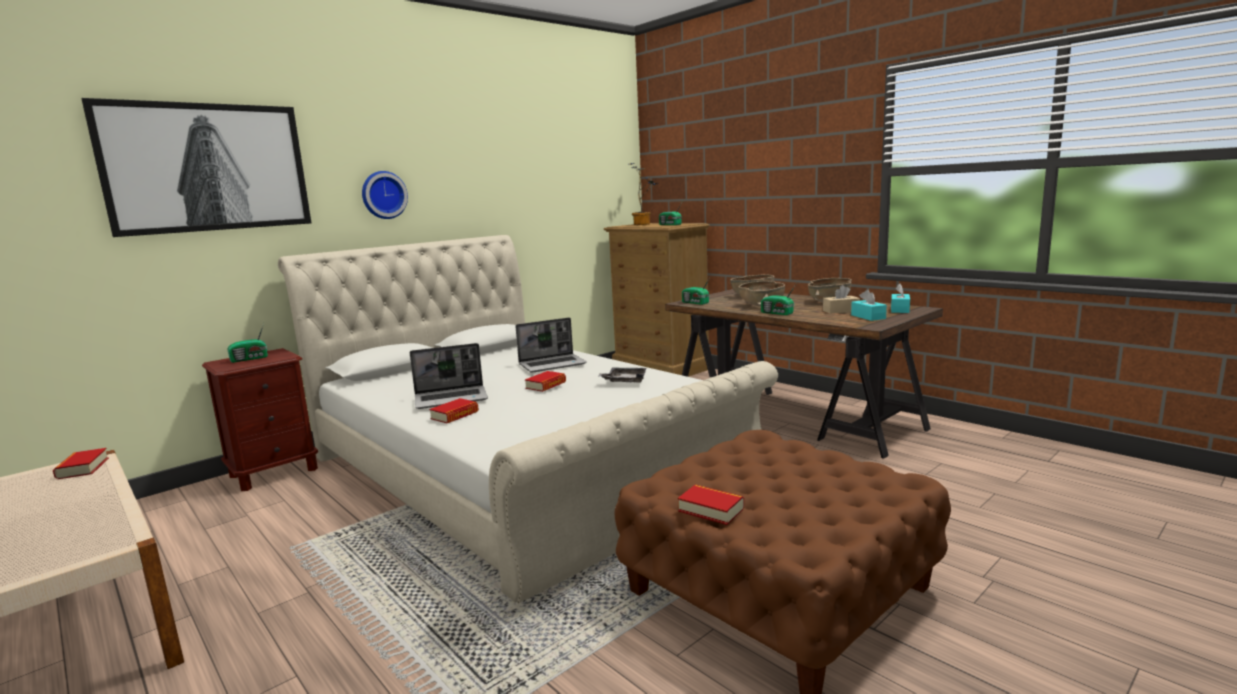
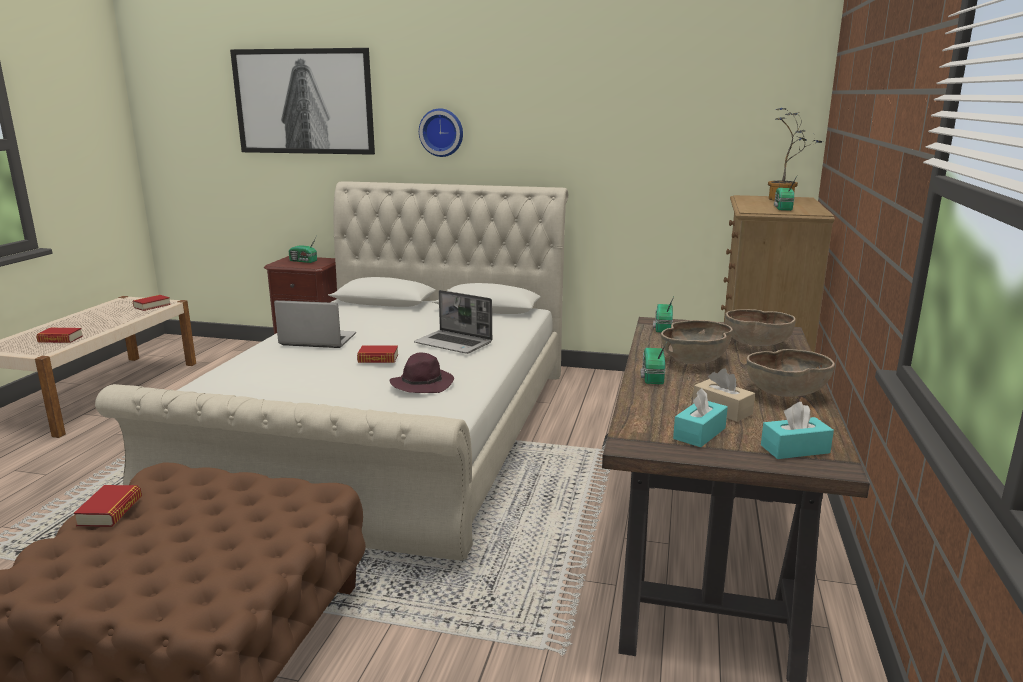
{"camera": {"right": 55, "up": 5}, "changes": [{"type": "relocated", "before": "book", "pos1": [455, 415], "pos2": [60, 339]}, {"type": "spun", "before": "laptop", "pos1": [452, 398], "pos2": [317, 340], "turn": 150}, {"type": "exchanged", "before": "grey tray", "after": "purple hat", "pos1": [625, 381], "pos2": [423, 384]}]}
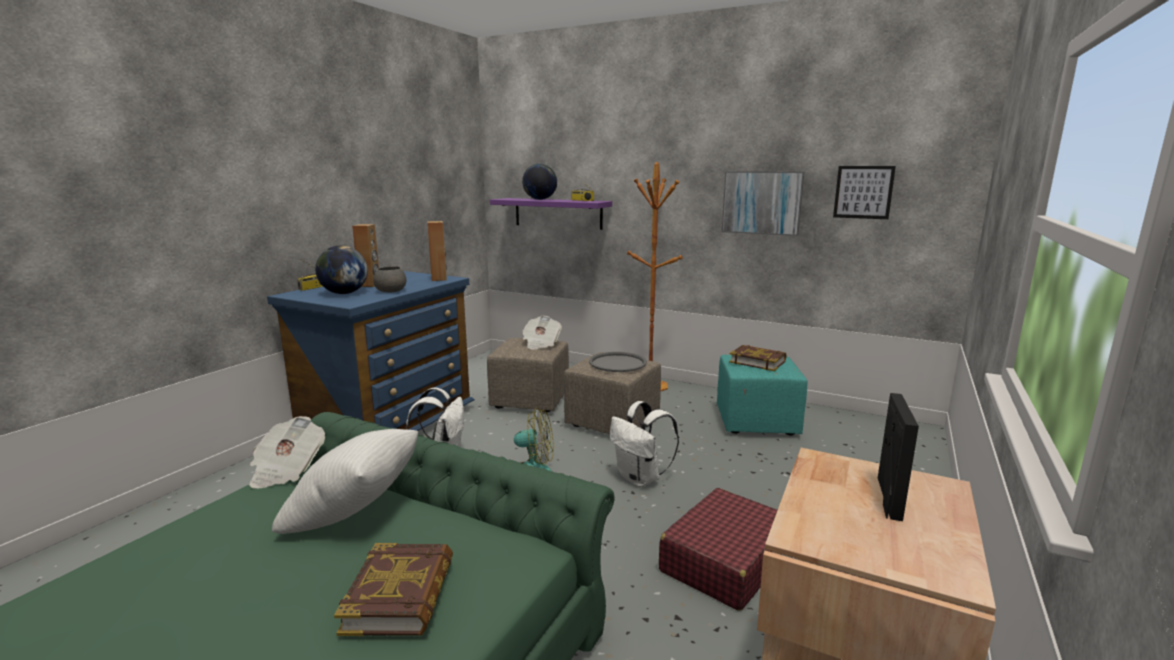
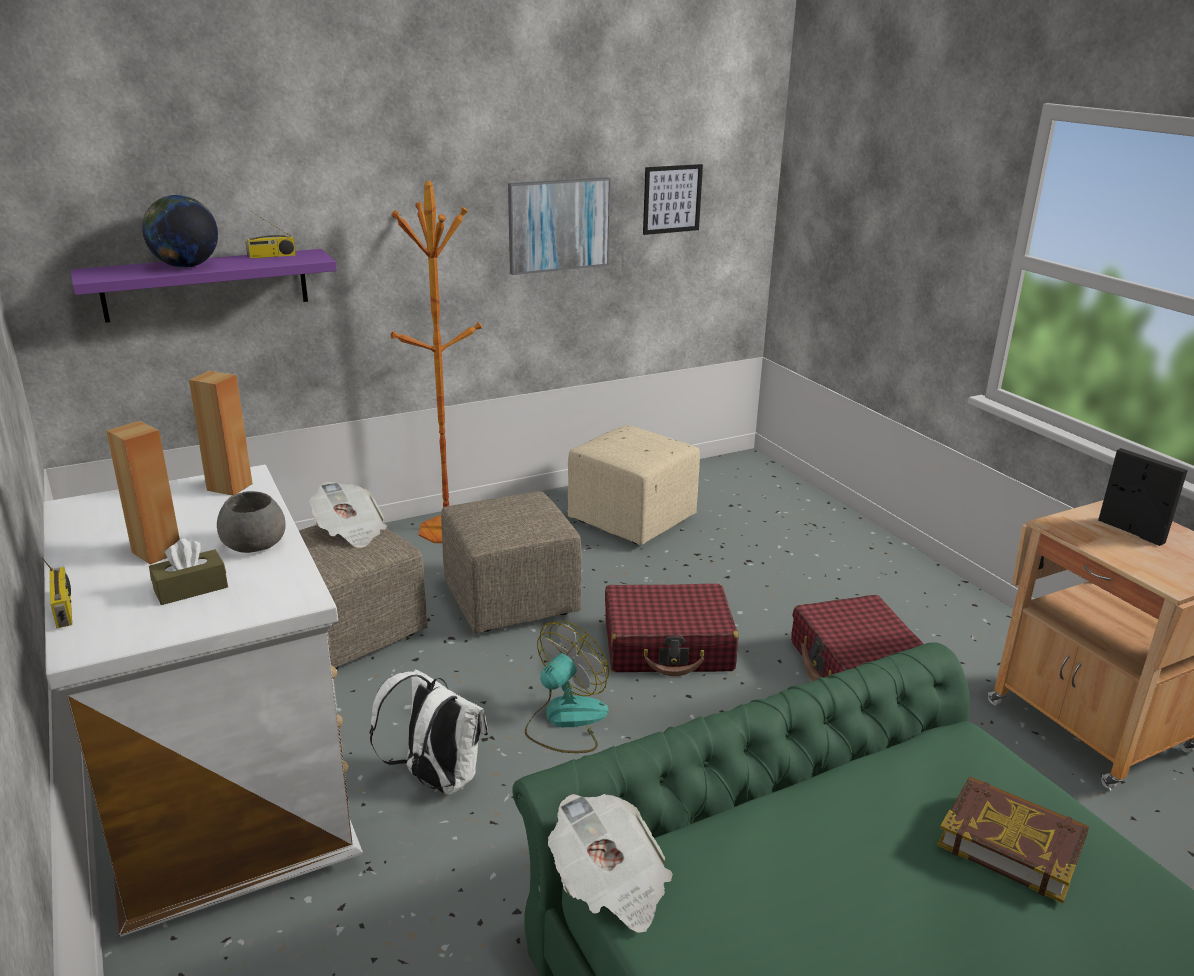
{"camera": {"right": -55, "up": 10}, "changes": [{"type": "colour", "before": "blue dresser", "after": "white dresser", "pos1": [389, 423], "pos2": [223, 798]}, {"type": "exchanged", "before": "globe", "after": "brown tissue box", "pos1": [344, 293], "pos2": [191, 588]}, {"type": "colour", "before": "turquoise ottoman", "after": "beige ottoman", "pos1": [757, 422], "pos2": [633, 520]}, {"type": "exchanged", "before": "white backpack", "after": "red suitcase", "pos1": [640, 478], "pos2": [668, 646]}, {"type": "missing", "before": "white pillow", "pos1": [356, 513]}, {"type": "missing", "before": "grey tray", "pos1": [617, 363]}, {"type": "missing", "before": "book", "pos1": [757, 361]}]}
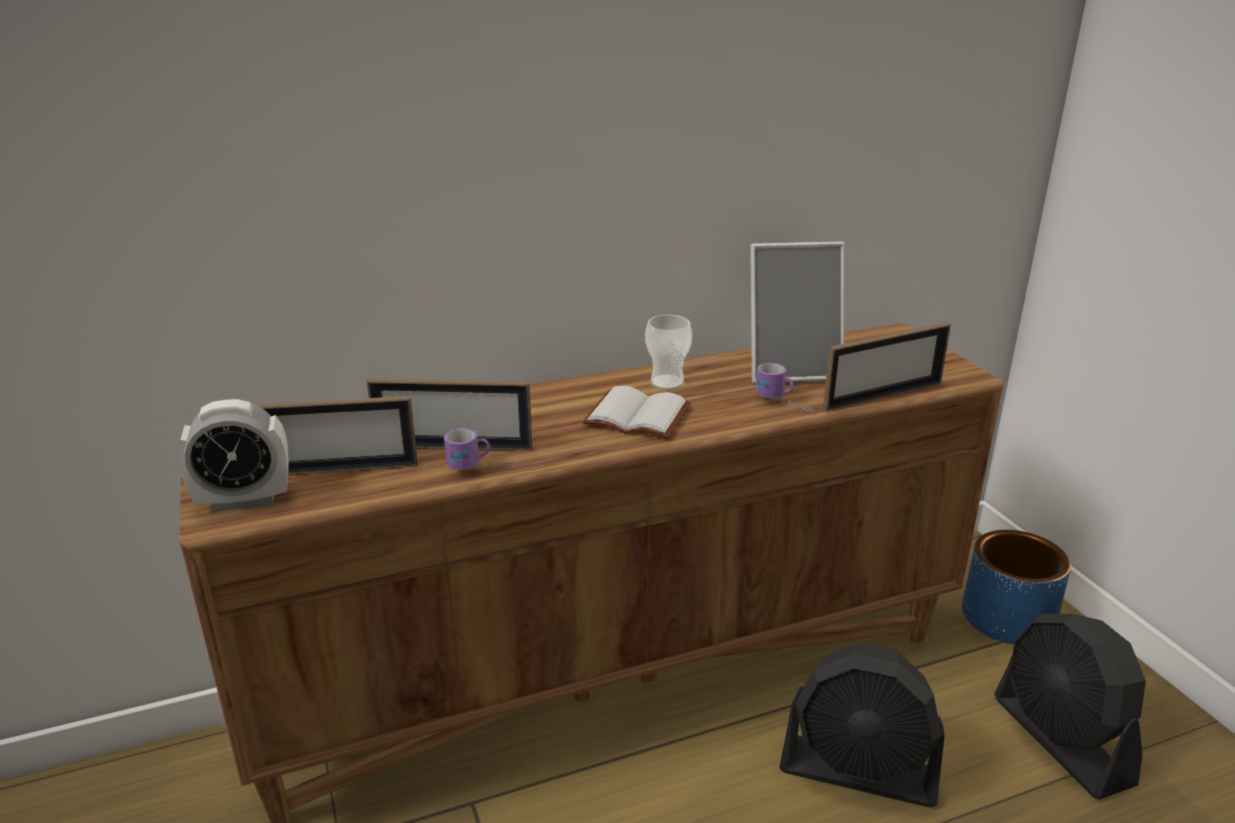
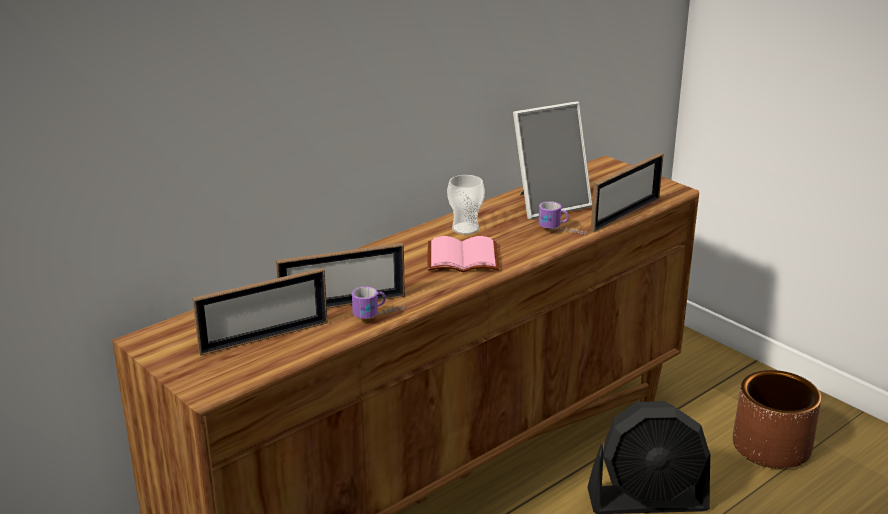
{"camera": {"right": -20, "up": 0}, "changes": [{"type": "colour", "before": "white book", "after": "pink book", "pos1": [639, 415], "pos2": [464, 257]}, {"type": "exchanged", "before": "black fan", "after": "brown planter", "pos1": [1061, 741], "pos2": [772, 447]}, {"type": "missing", "before": "alarm clock", "pos1": [244, 500]}, {"type": "missing", "before": "blue planter", "pos1": [1008, 619]}]}
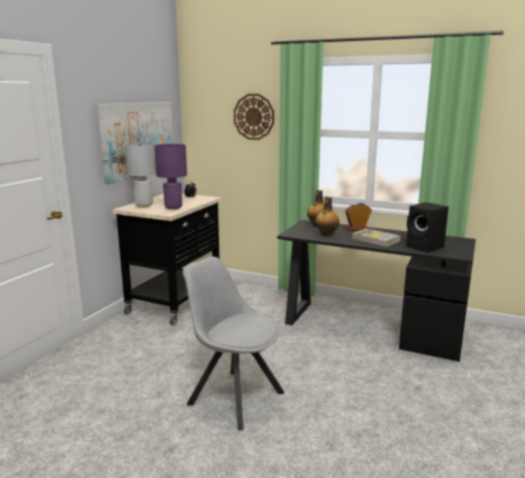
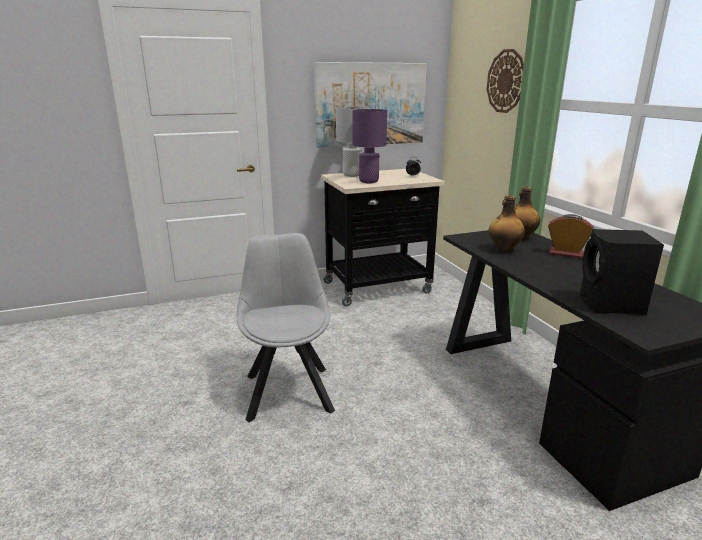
{"camera": {"right": 45, "up": 5}, "changes": [{"type": "missing", "before": "book", "pos1": [375, 239]}]}
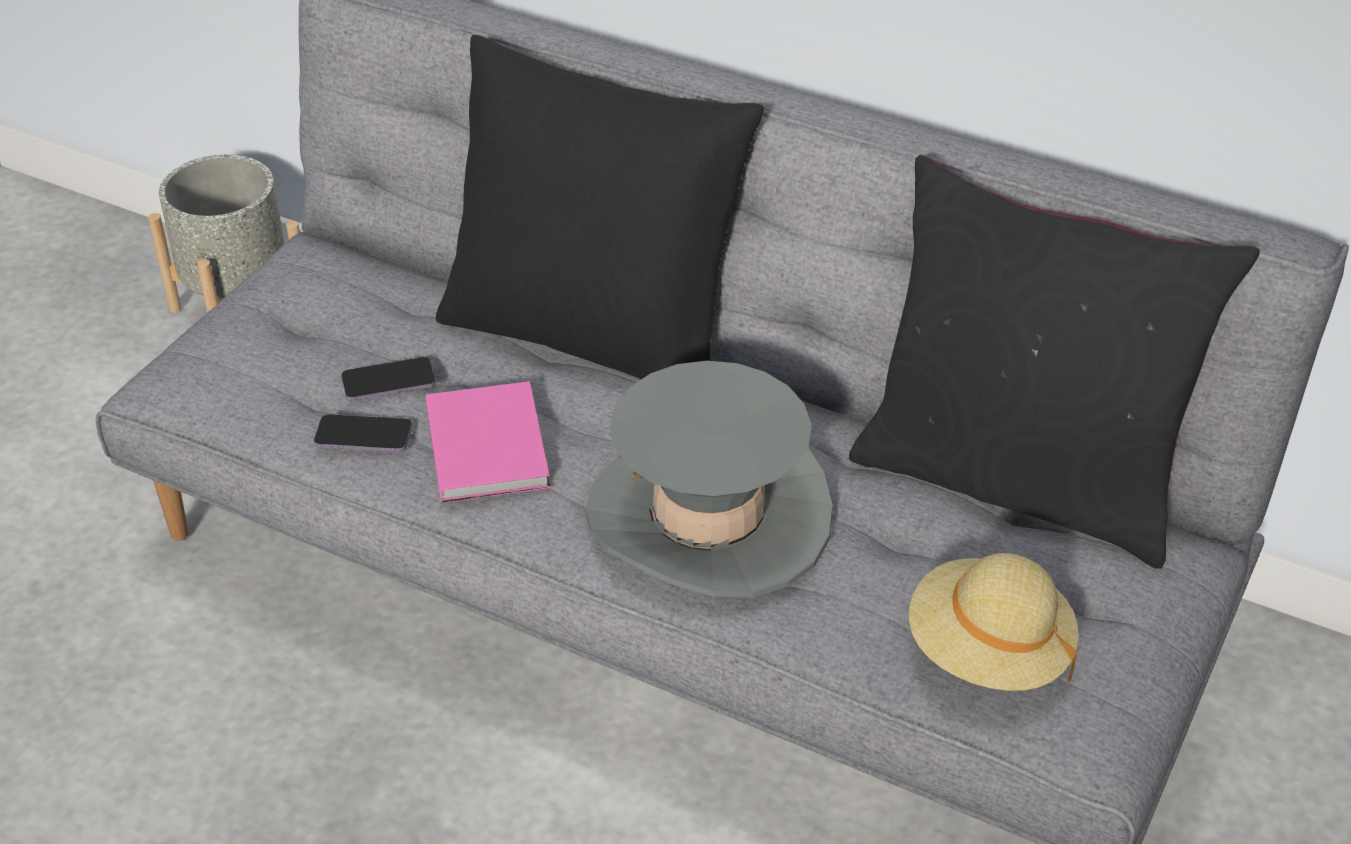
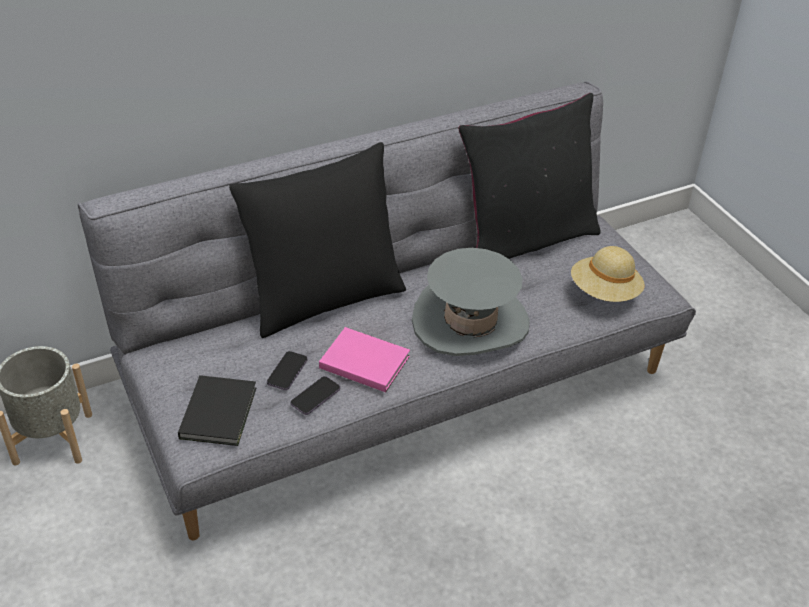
{"camera": {"right": -55, "up": 0}, "changes": [{"type": "appeared", "after": "black book", "pos2": [220, 411]}]}
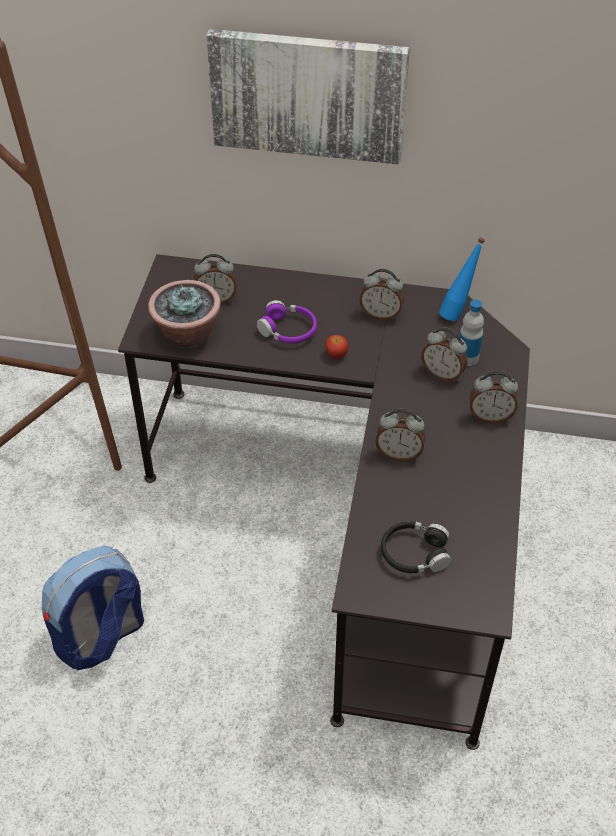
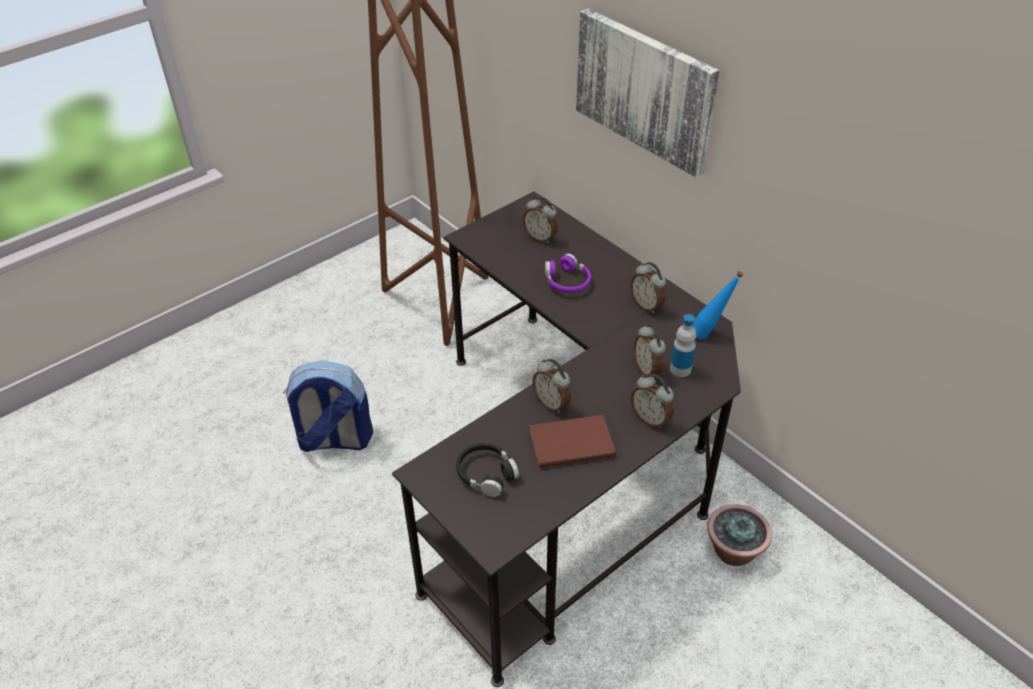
{"camera": {"right": 40, "up": -5}, "changes": [{"type": "appeared", "after": "brown book", "pos2": [570, 442]}, {"type": "relocated", "before": "potted plant", "pos1": [187, 335], "pos2": [733, 551]}, {"type": "missing", "before": "apple", "pos1": [336, 355]}]}
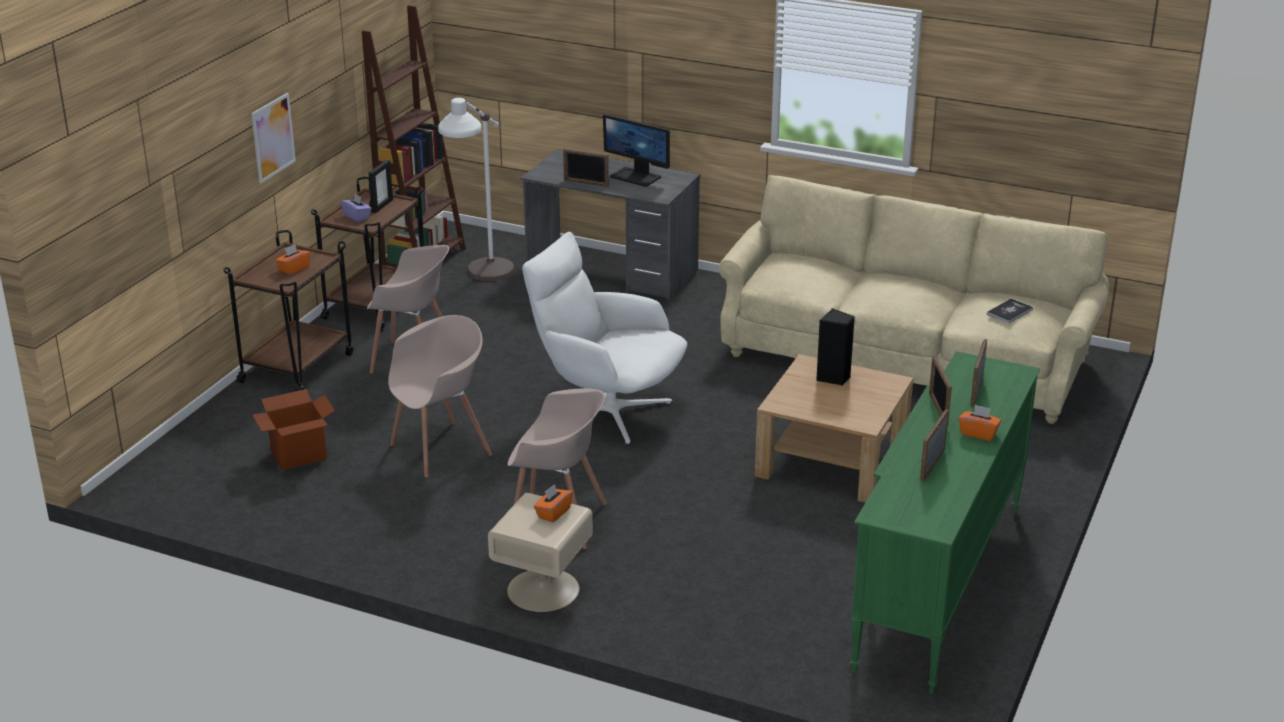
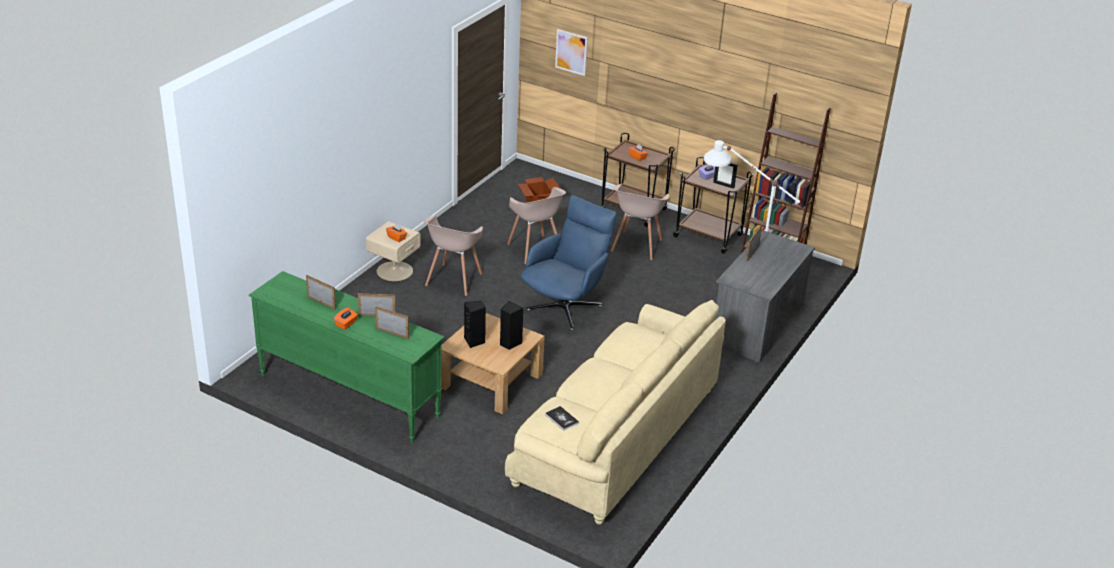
{"camera": {"right": 95, "up": 5}, "changes": [{"type": "appeared", "after": "black speaker", "pos2": [475, 341]}, {"type": "colour", "before": "white armchair", "after": "blue armchair", "pos1": [607, 410], "pos2": [566, 306]}, {"type": "relocated", "before": "picture", "pos1": [273, 137], "pos2": [571, 52]}, {"type": "missing", "before": "monitor", "pos1": [636, 177]}]}
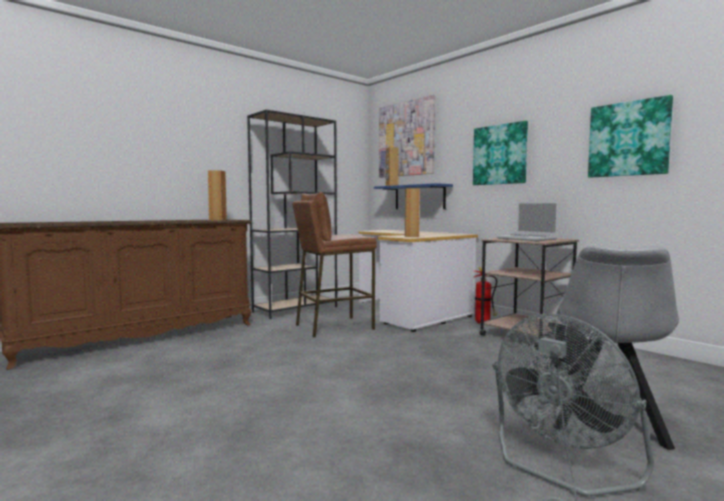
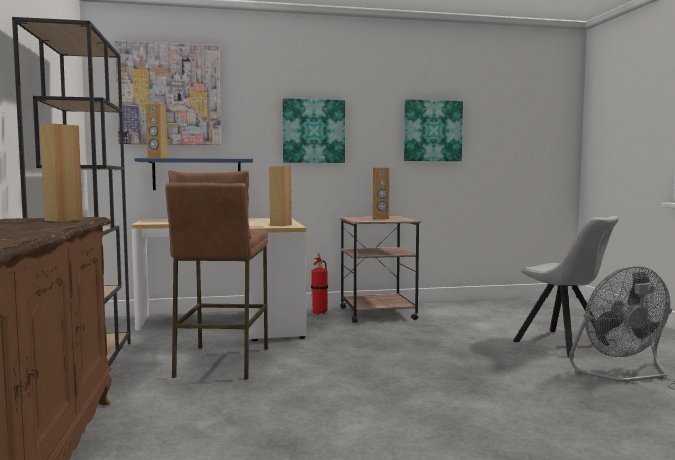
{"camera": {"right": -60, "up": 0}, "changes": [{"type": "exchanged", "before": "laptop", "after": "brown speaker", "pos1": [527, 239], "pos2": [380, 219]}]}
